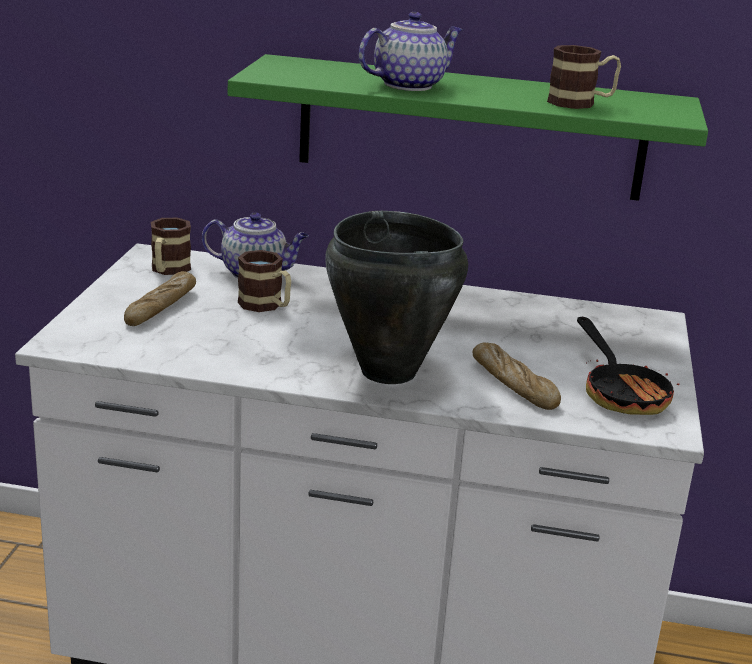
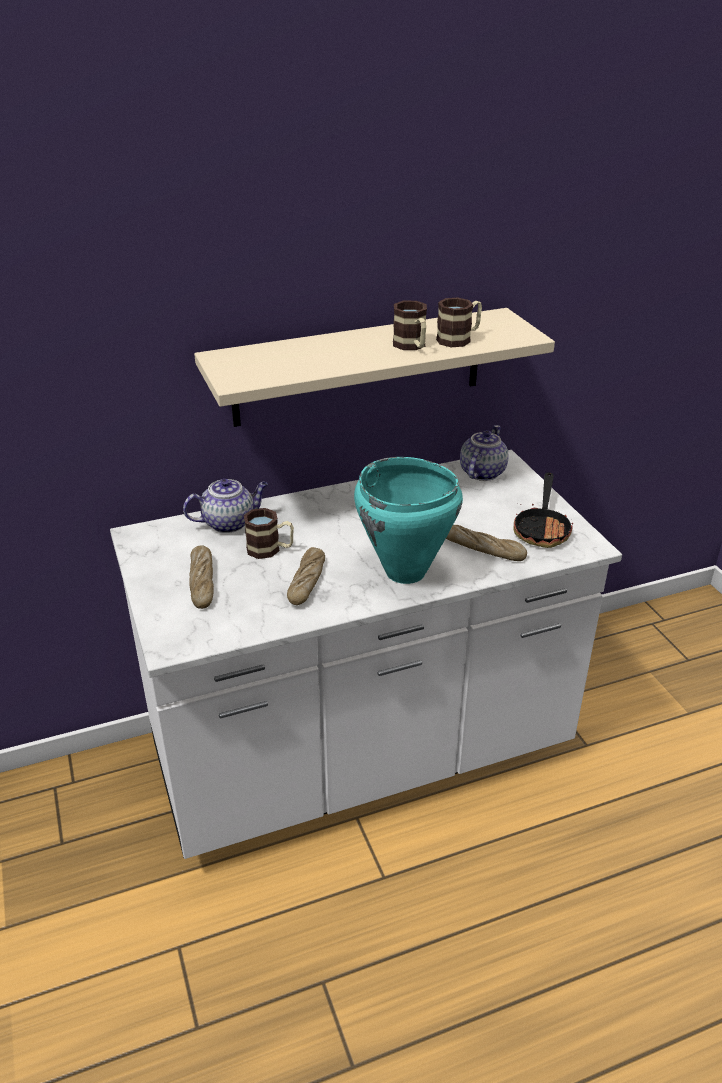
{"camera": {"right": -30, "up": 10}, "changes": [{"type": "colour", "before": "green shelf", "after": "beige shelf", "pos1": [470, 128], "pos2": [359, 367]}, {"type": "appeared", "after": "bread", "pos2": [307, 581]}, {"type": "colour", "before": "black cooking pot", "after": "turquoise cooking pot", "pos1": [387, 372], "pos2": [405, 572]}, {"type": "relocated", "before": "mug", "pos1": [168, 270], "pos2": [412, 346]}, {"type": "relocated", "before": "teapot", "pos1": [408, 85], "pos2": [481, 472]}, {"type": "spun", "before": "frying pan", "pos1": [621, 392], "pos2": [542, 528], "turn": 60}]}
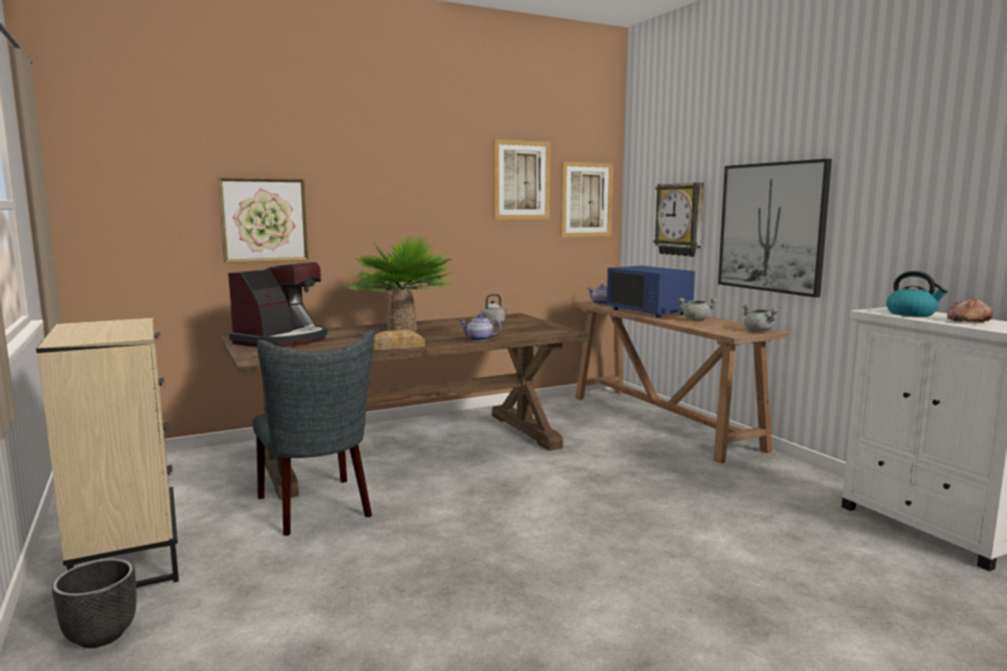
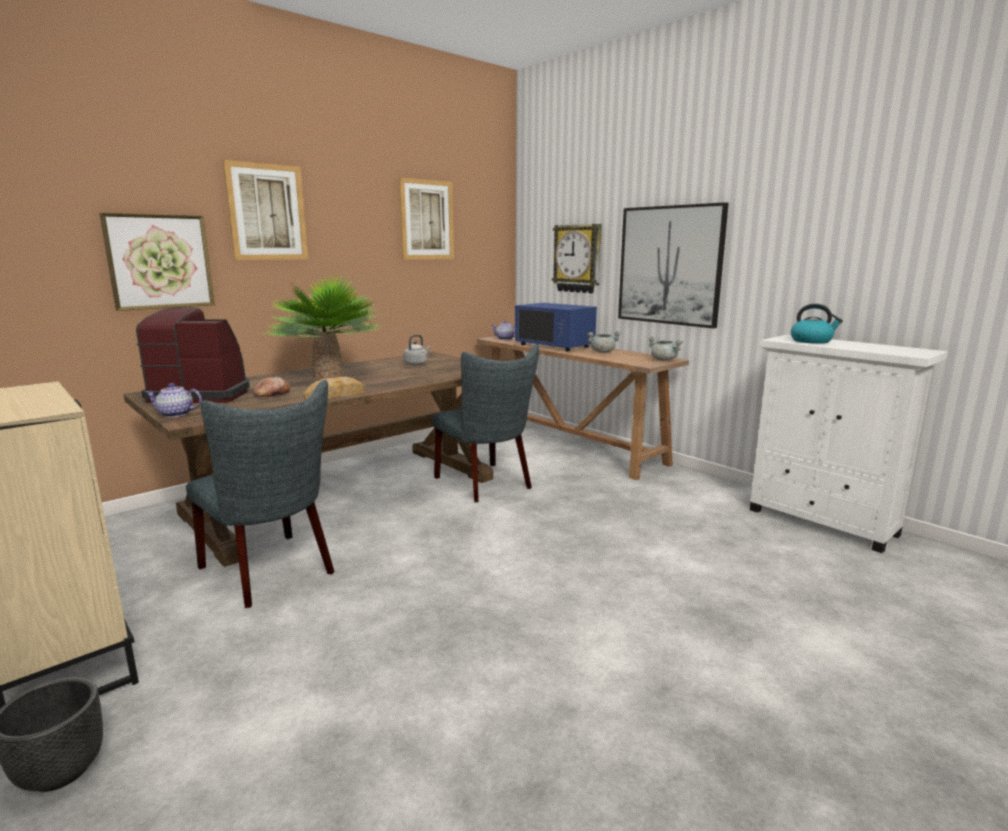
{"camera": {"right": -15, "up": 5}, "changes": [{"type": "spun", "before": "coffee machine", "pos1": [282, 340], "pos2": [202, 394], "turn": -105}, {"type": "relocated", "before": "teapot", "pos1": [479, 339], "pos2": [175, 414]}, {"type": "relocated", "before": "picture", "pos1": [586, 200], "pos2": [267, 212]}, {"type": "relocated", "before": "bread", "pos1": [967, 321], "pos2": [272, 394]}, {"type": "appeared", "after": "grey chair", "pos2": [487, 484]}]}
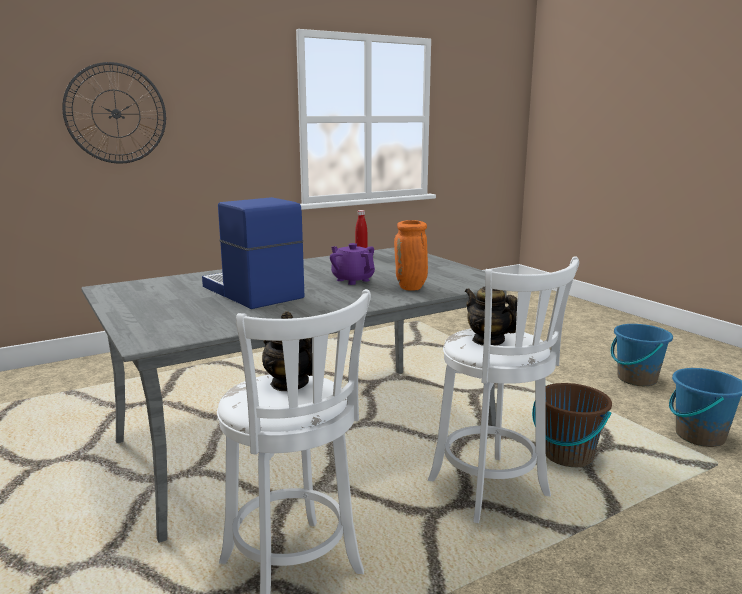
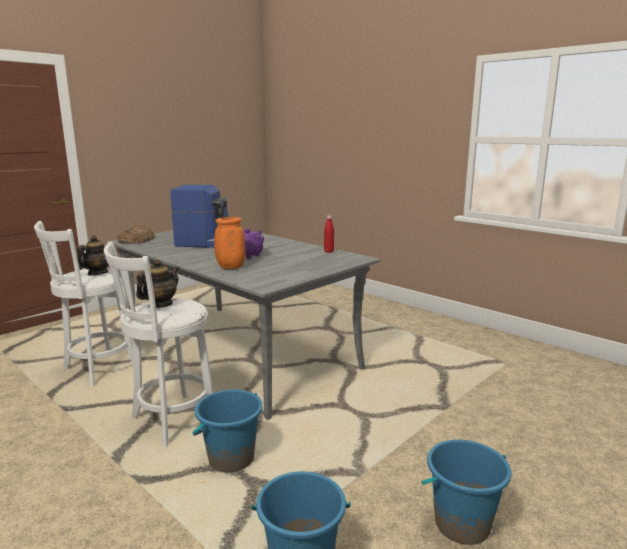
{"camera": {"right": 75, "up": 0}, "changes": [{"type": "appeared", "after": "bread", "pos2": [136, 240]}, {"type": "spun", "before": "coffee machine", "pos1": [251, 292], "pos2": [210, 243], "turn": 60}, {"type": "colour", "before": "brown bucket", "after": "blue bucket", "pos1": [568, 456], "pos2": [231, 459]}, {"type": "missing", "before": "wall clock", "pos1": [116, 113]}]}
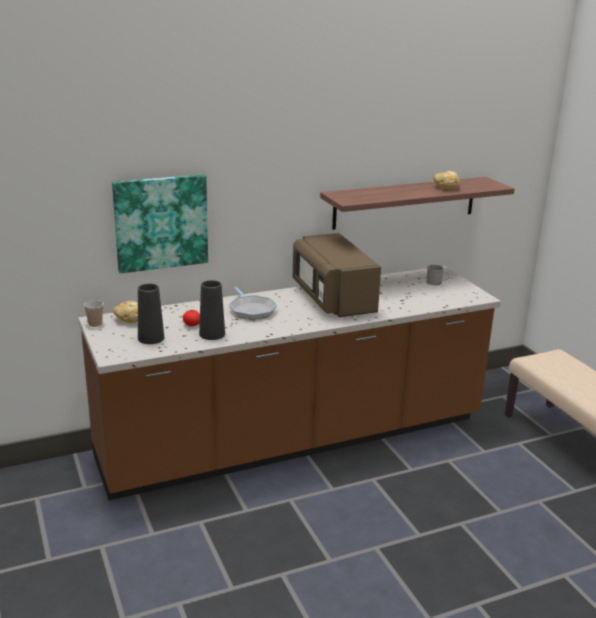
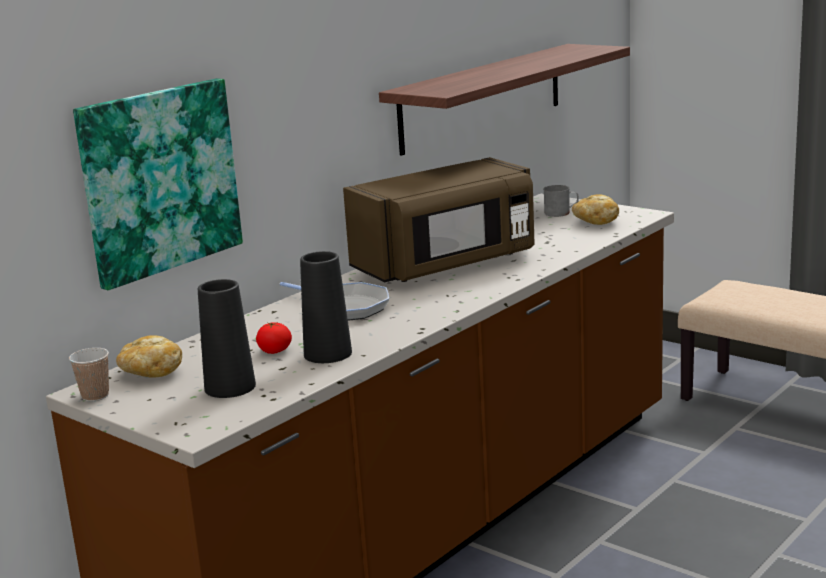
{"camera": {"right": -25, "up": -5}, "changes": [{"type": "spun", "before": "brown microwave", "pos1": [332, 299], "pos2": [447, 264], "turn": -75}, {"type": "relocated", "before": "bread", "pos1": [446, 187], "pos2": [595, 222]}]}
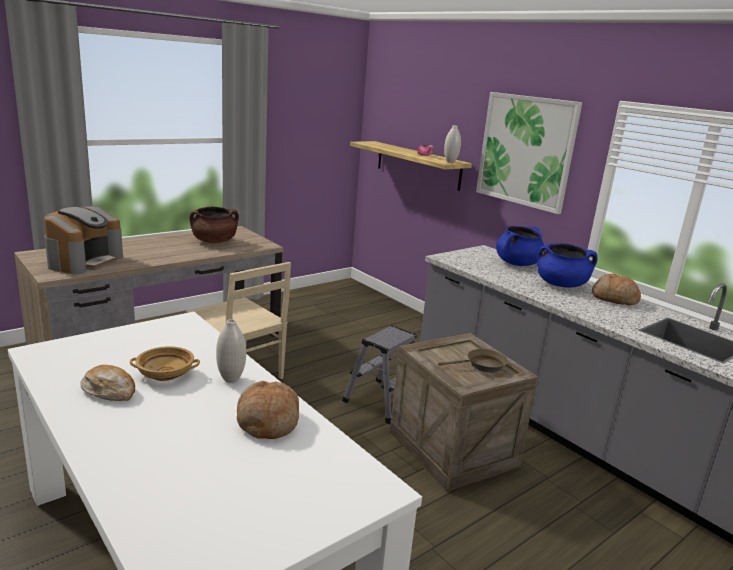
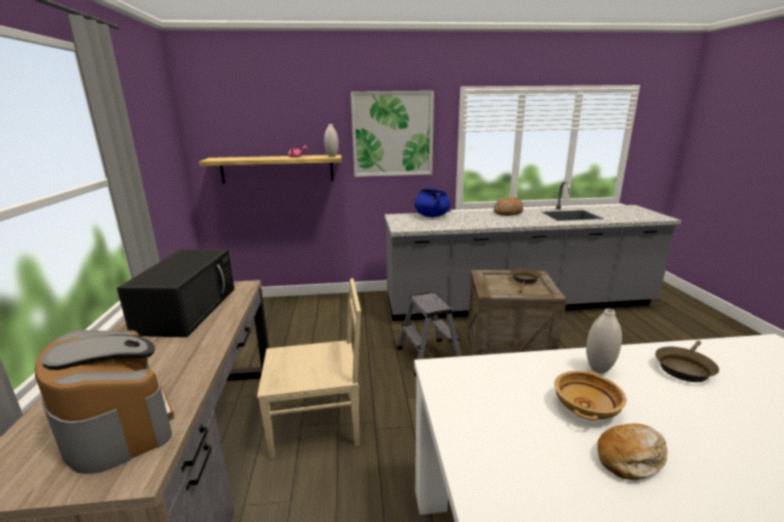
{"camera": {"right": -55, "up": 0}, "changes": [{"type": "exchanged", "before": "brown cooking pot", "after": "black microwave", "pos1": [214, 241], "pos2": [188, 309]}, {"type": "exchanged", "before": "bread", "after": "brown frying pan", "pos1": [267, 421], "pos2": [684, 368]}, {"type": "missing", "before": "blue cooking pot", "pos1": [561, 284]}]}
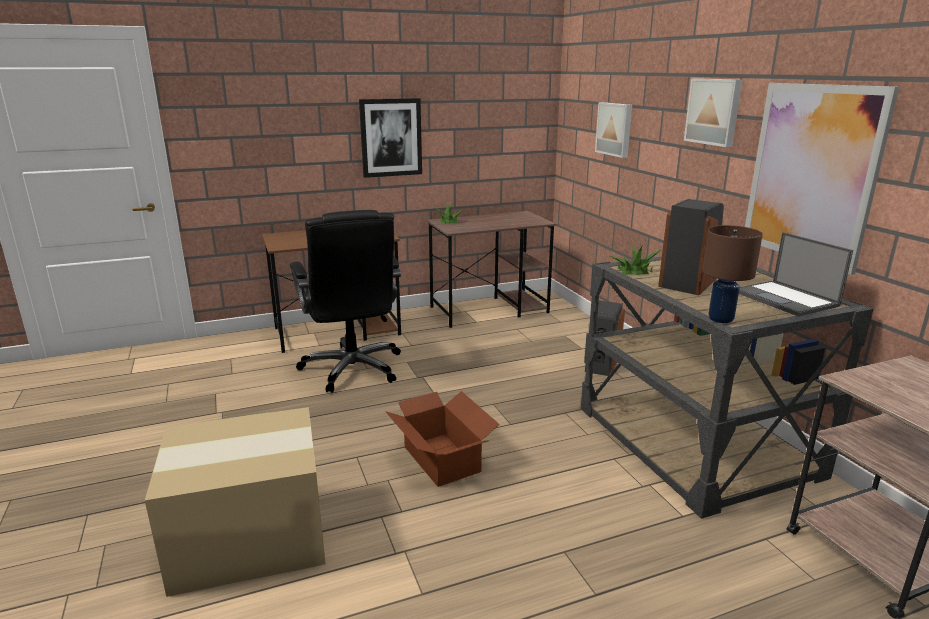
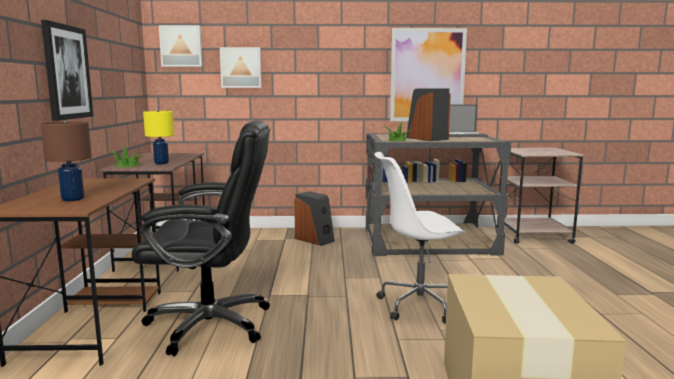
{"camera": {"right": -70, "up": -10}, "changes": [{"type": "relocated", "before": "brown table lamp", "pos1": [721, 320], "pos2": [74, 199]}, {"type": "appeared", "after": "yellow table lamp", "pos2": [161, 163]}, {"type": "relocated", "before": "picture", "pos1": [714, 111], "pos2": [181, 46]}, {"type": "exchanged", "before": "cardboard box", "after": "white office chair", "pos1": [442, 458], "pos2": [417, 306]}]}
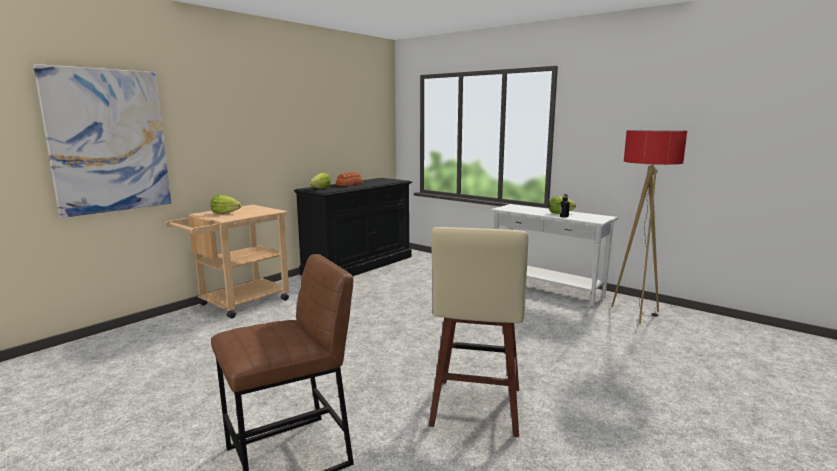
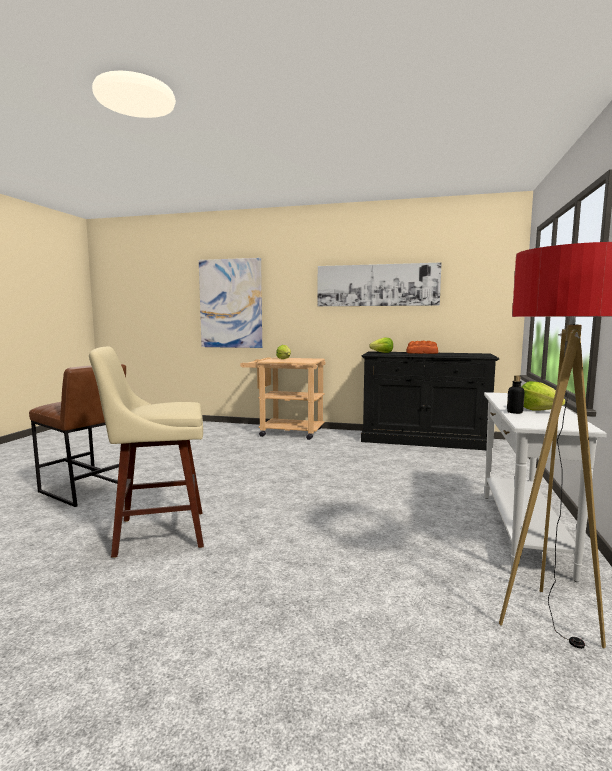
{"camera": {"right": 65, "up": -5}, "changes": [{"type": "appeared", "after": "picture", "pos2": [377, 285]}]}
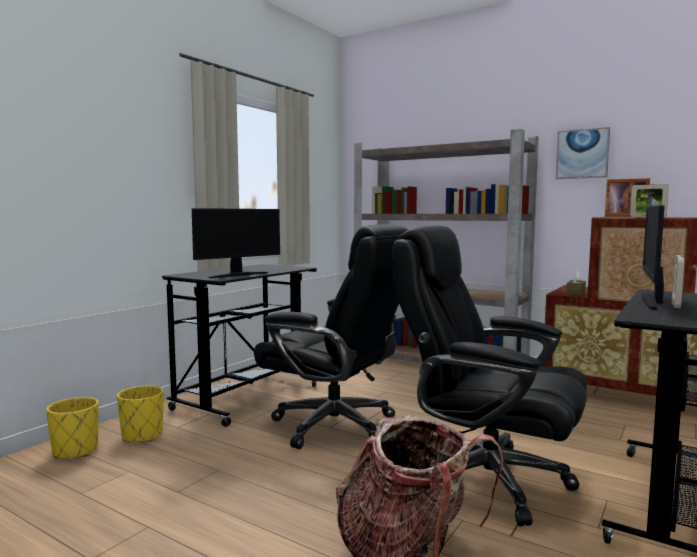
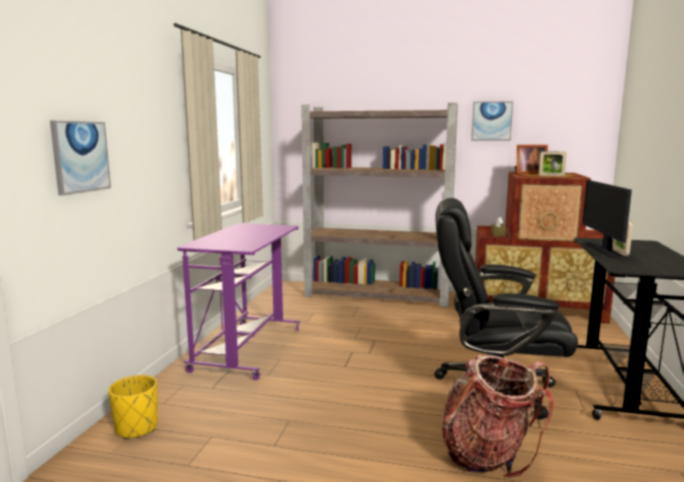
{"camera": {"right": -20, "up": 5}, "changes": [{"type": "appeared", "after": "picture", "pos2": [80, 156]}, {"type": "colour", "before": "black desk", "after": "purple desk", "pos1": [247, 397], "pos2": [248, 349]}, {"type": "missing", "before": "yellow planter", "pos1": [142, 435]}, {"type": "missing", "before": "monitor", "pos1": [238, 275]}, {"type": "missing", "before": "black office chair", "pos1": [334, 425]}]}
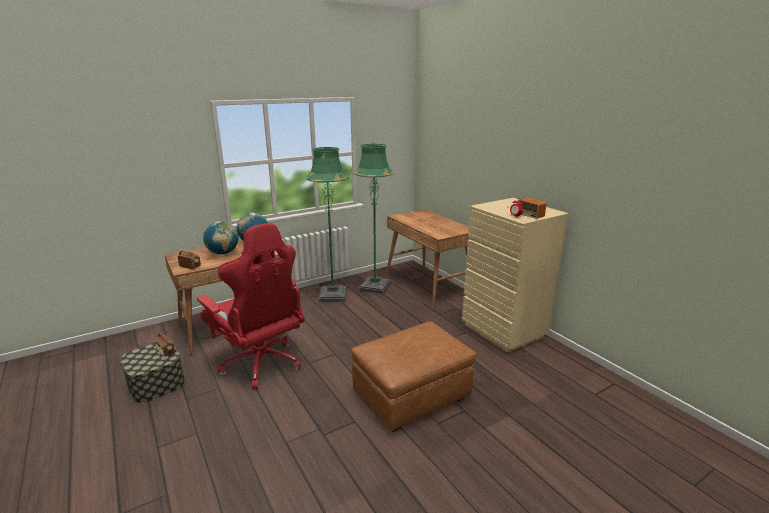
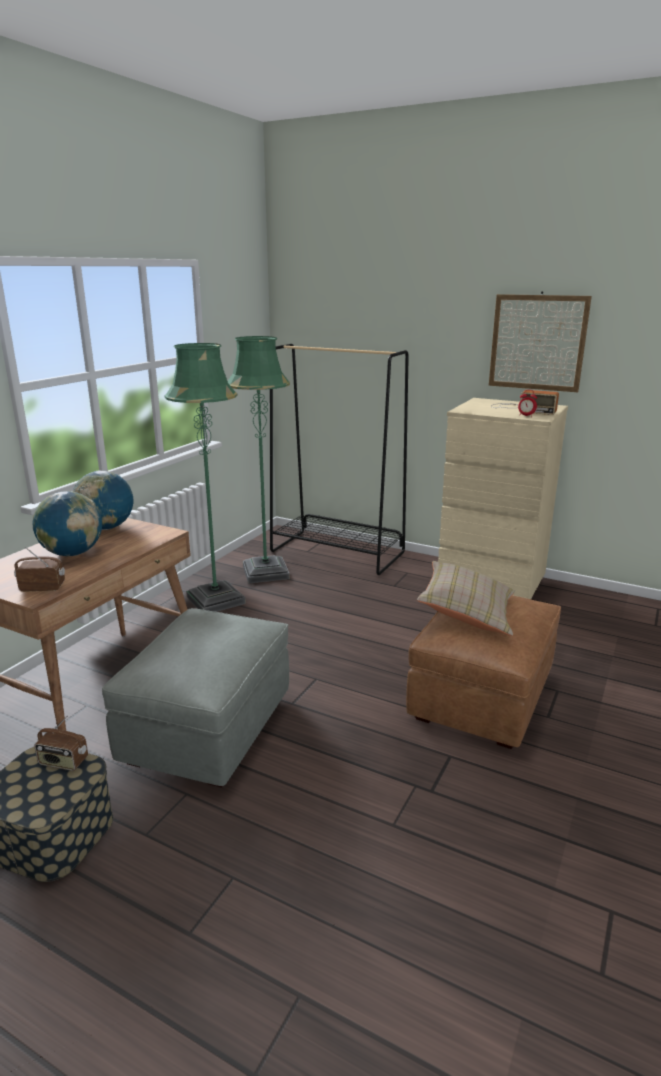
{"camera": {"right": -30, "up": 0}, "changes": [{"type": "exchanged", "before": "red office chair", "after": "grey ottoman", "pos1": [259, 362], "pos2": [209, 729]}, {"type": "exchanged", "before": "brown desk", "after": "black clothes rack", "pos1": [428, 285], "pos2": [337, 552]}, {"type": "appeared", "after": "beige pillow", "pos2": [467, 613]}, {"type": "appeared", "after": "picture", "pos2": [537, 341]}]}
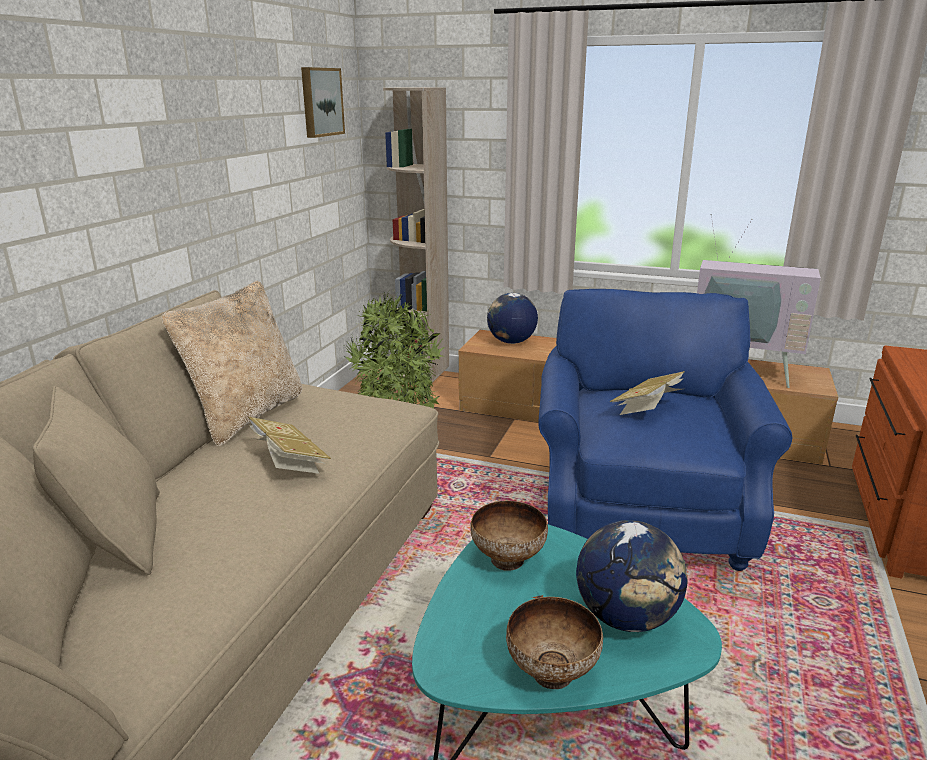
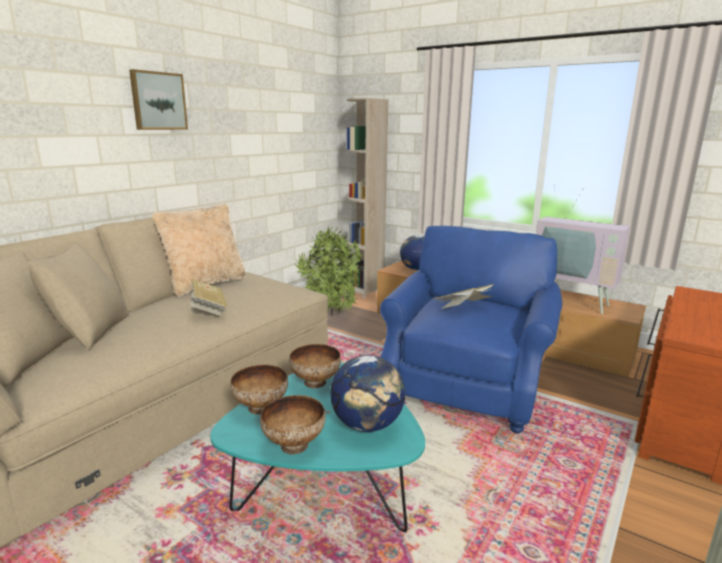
{"camera": {"right": 15, "up": -5}, "changes": [{"type": "relocated", "before": "picture", "pos1": [320, 102], "pos2": [158, 101]}, {"type": "appeared", "after": "bowl", "pos2": [261, 408]}]}
